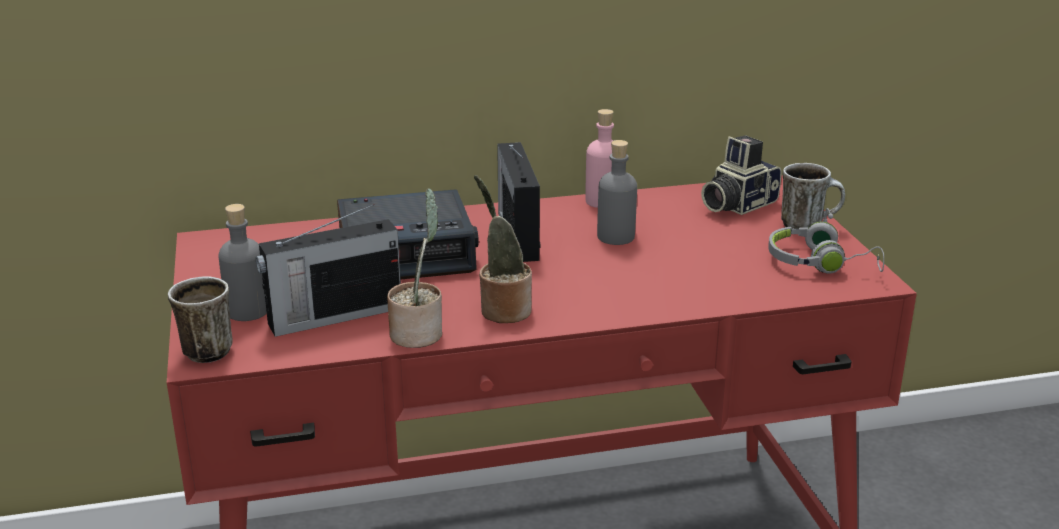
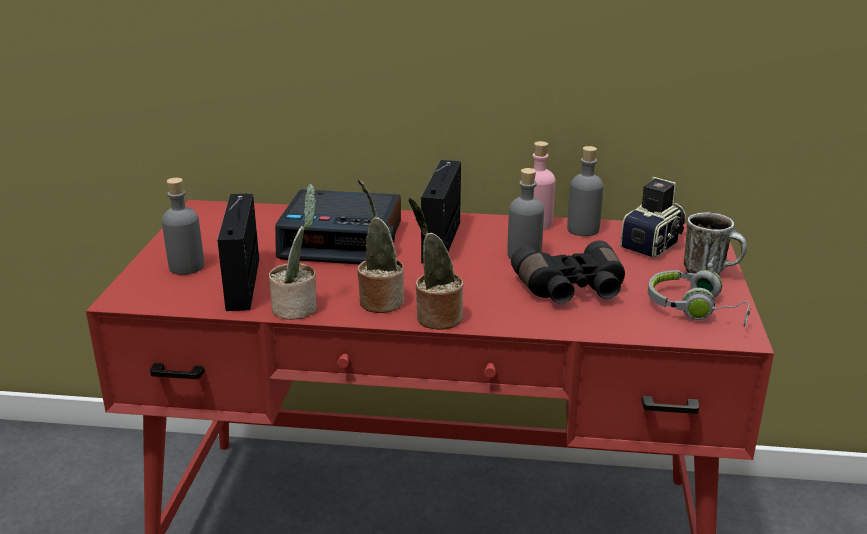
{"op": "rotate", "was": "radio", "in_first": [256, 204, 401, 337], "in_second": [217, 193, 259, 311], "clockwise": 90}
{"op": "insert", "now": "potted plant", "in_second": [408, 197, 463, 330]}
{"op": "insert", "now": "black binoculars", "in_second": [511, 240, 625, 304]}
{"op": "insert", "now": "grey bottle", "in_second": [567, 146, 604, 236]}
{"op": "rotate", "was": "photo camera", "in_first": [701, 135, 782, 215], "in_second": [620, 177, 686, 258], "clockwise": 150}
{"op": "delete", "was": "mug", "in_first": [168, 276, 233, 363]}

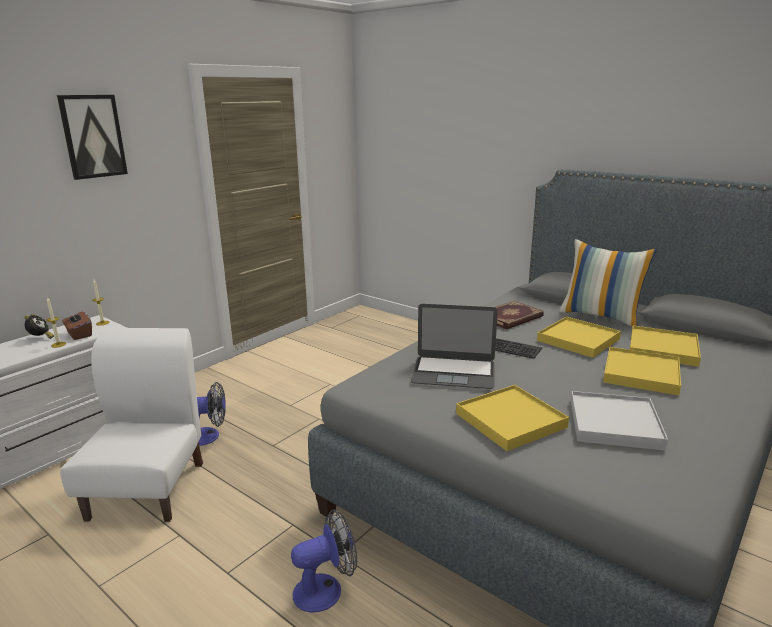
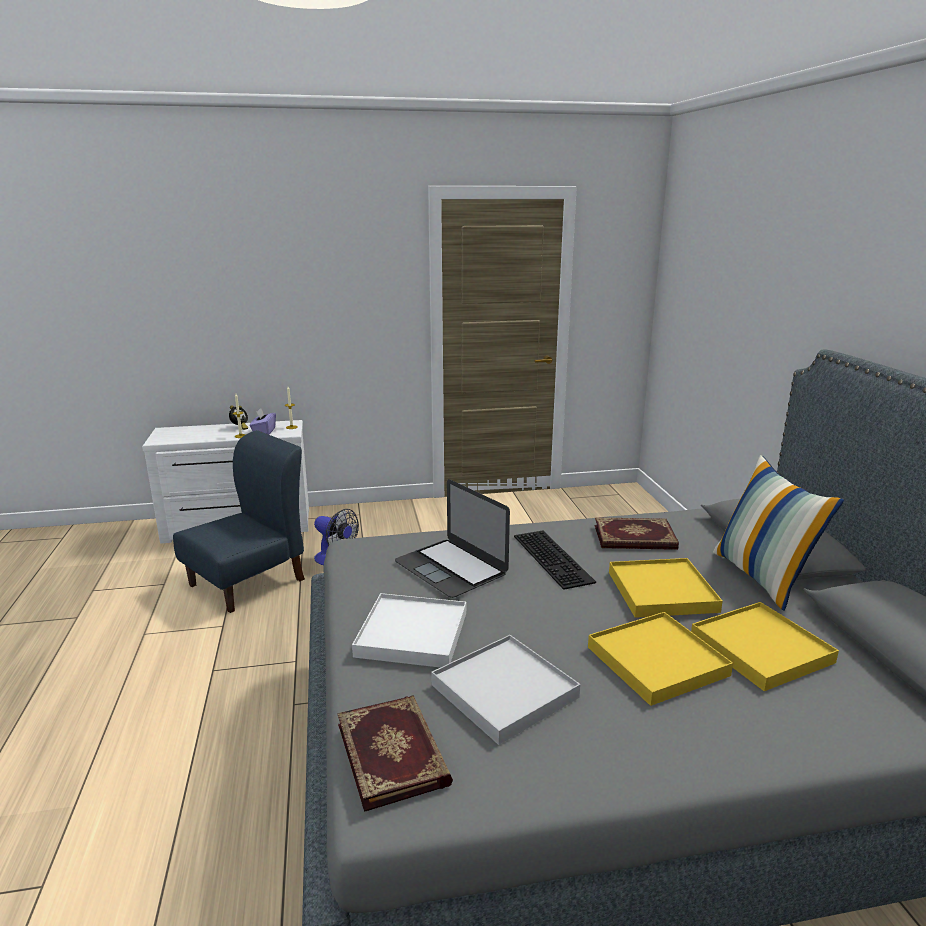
{"op": "recolor", "was": "white chair", "now": "blue chair", "in_first": [60, 328, 203, 522], "in_second": [173, 430, 305, 613]}
{"op": "recolor", "was": "brown tissue box", "now": "purple tissue box", "in_first": [62, 309, 92, 340], "in_second": [250, 408, 276, 435]}
{"op": "insert", "now": "book", "in_second": [337, 695, 453, 812]}
{"op": "recolor", "was": "yellow tray", "now": "white tray", "in_first": [456, 385, 569, 451], "in_second": [352, 593, 466, 668]}
{"op": "delete", "was": "picture", "in_first": [57, 95, 128, 180]}
{"op": "delete", "was": "fan", "in_first": [291, 510, 357, 612]}

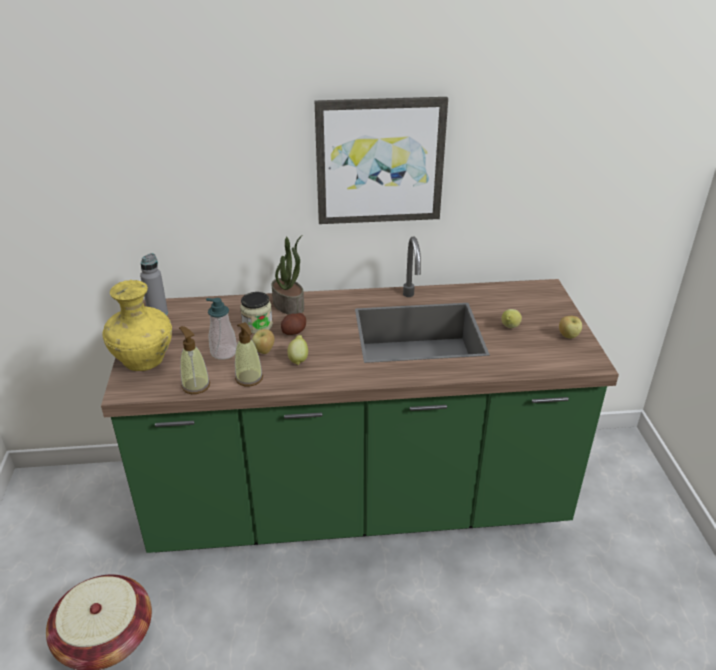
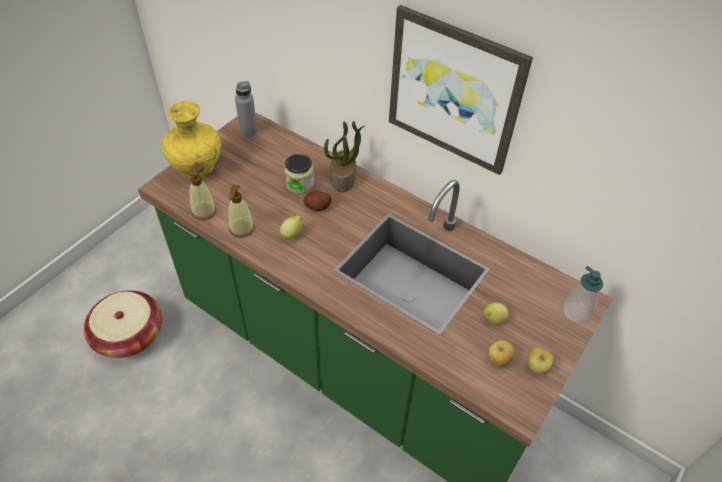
{"op": "move", "was": "apple", "in_first": [252, 329, 275, 354], "in_second": [489, 341, 515, 367]}
{"op": "move", "was": "soap dispenser", "in_first": [206, 298, 237, 360], "in_second": [563, 266, 603, 323]}

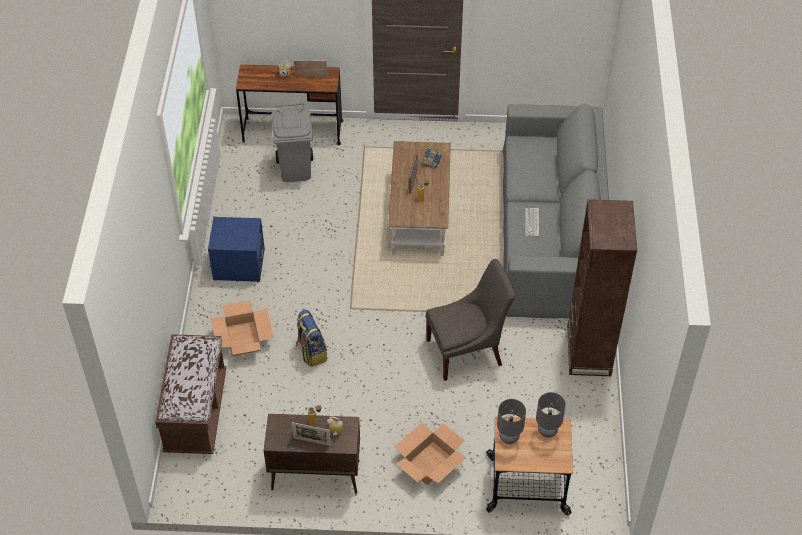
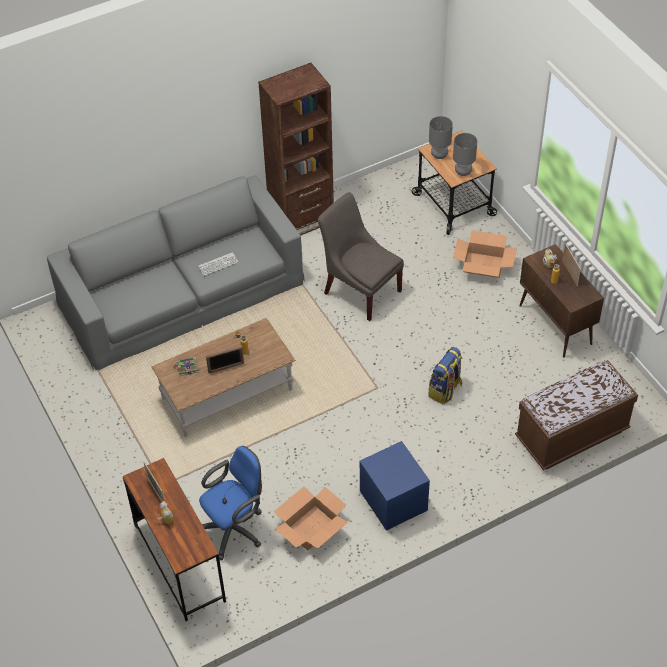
{"op": "replace", "was": "grey trash can", "now": "blue office chair", "in_first": [271, 103, 313, 182], "in_second": [199, 446, 262, 560]}
{"op": "move", "was": "cardboard box", "in_first": [210, 300, 274, 356], "in_second": [274, 487, 348, 551]}

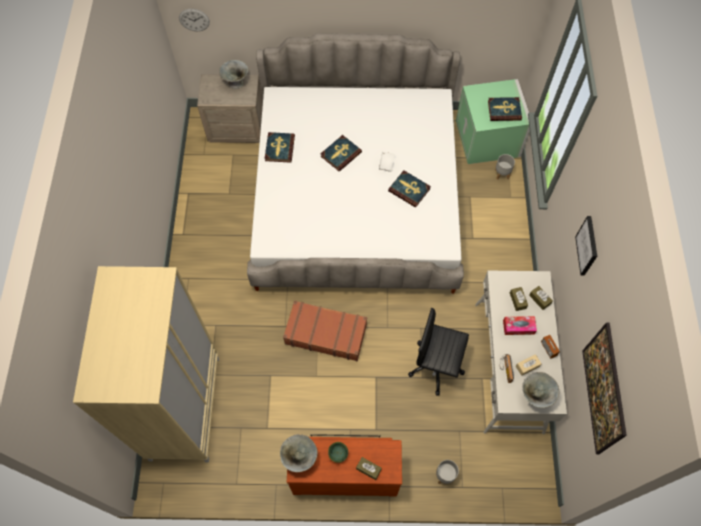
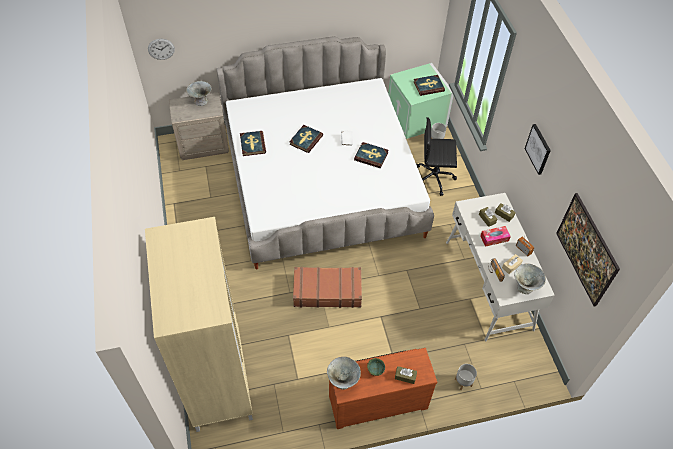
{"op": "move", "was": "black office chair", "in_first": [408, 308, 469, 396], "in_second": [416, 117, 457, 196]}

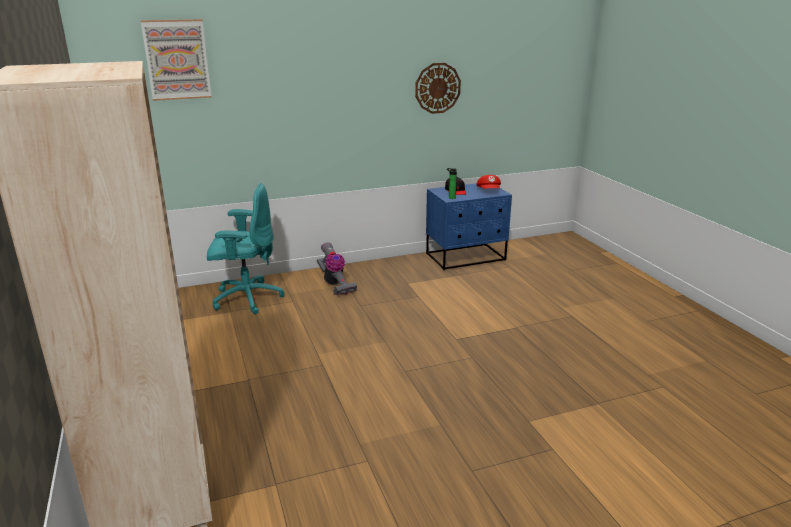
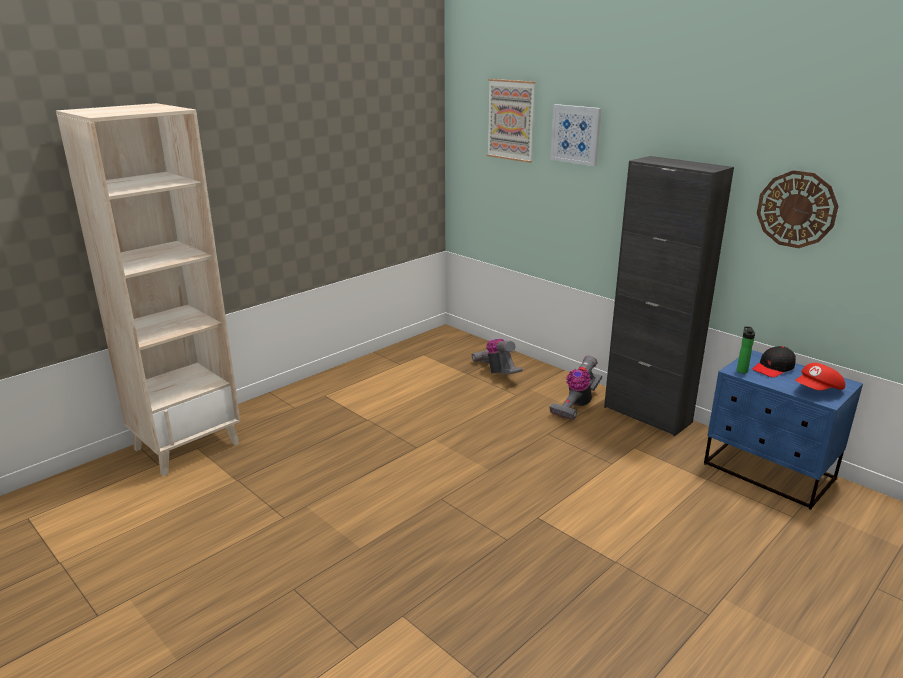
{"op": "replace", "was": "turquoise office chair", "now": "vacuum cleaner", "in_first": [207, 183, 284, 315], "in_second": [471, 339, 523, 374]}
{"op": "insert", "now": "picture", "in_second": [550, 104, 602, 166]}
{"op": "insert", "now": "black cabinet", "in_second": [604, 156, 734, 436]}

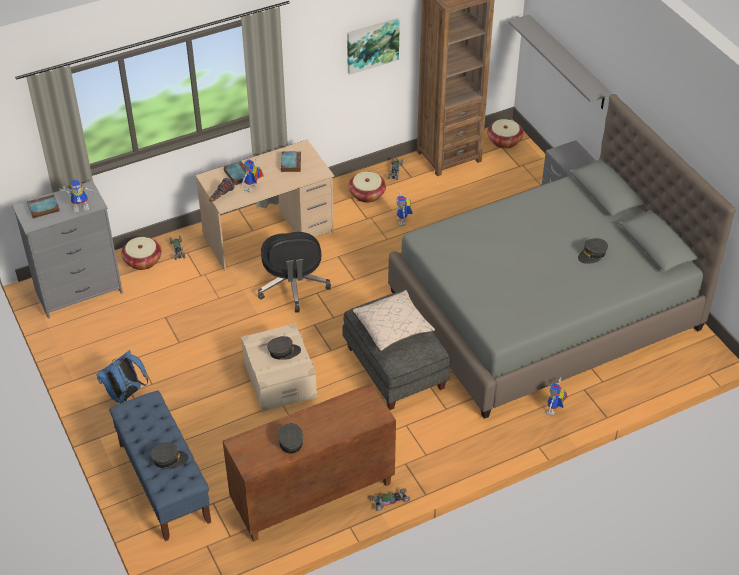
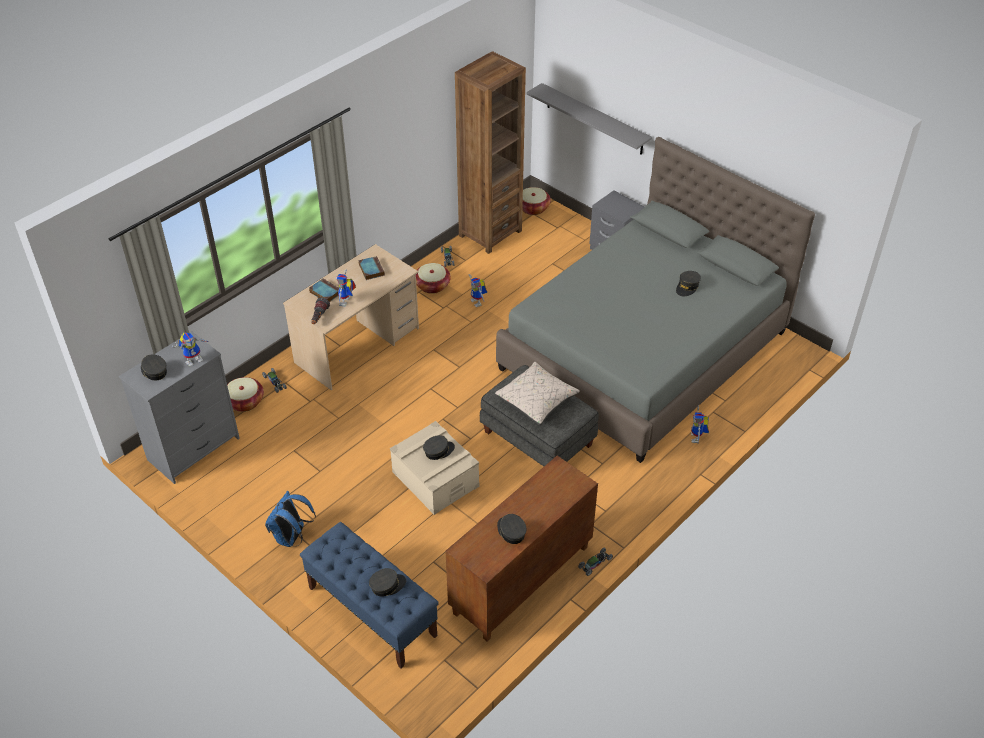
{"op": "replace", "was": "book", "now": "grey cap", "in_first": [27, 194, 60, 218], "in_second": [141, 354, 167, 380]}
{"op": "delete", "was": "black office chair", "in_first": [258, 232, 331, 312]}
{"op": "delete", "was": "picture", "in_first": [347, 18, 400, 75]}

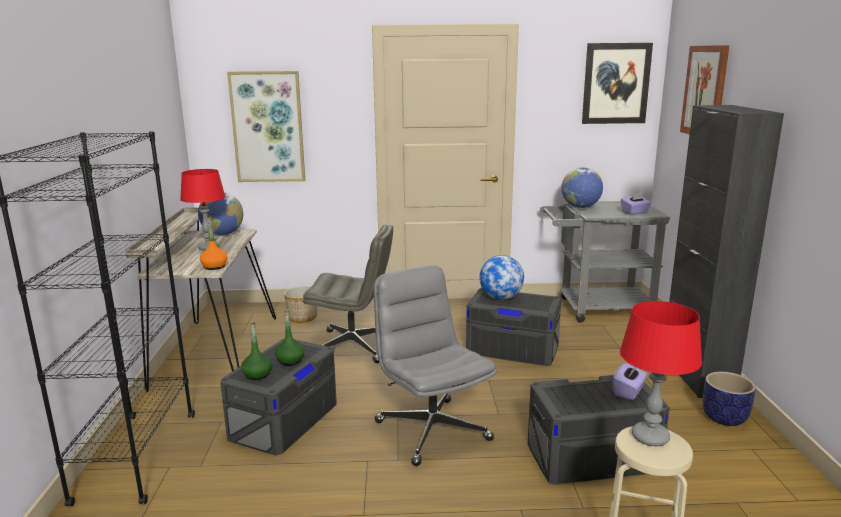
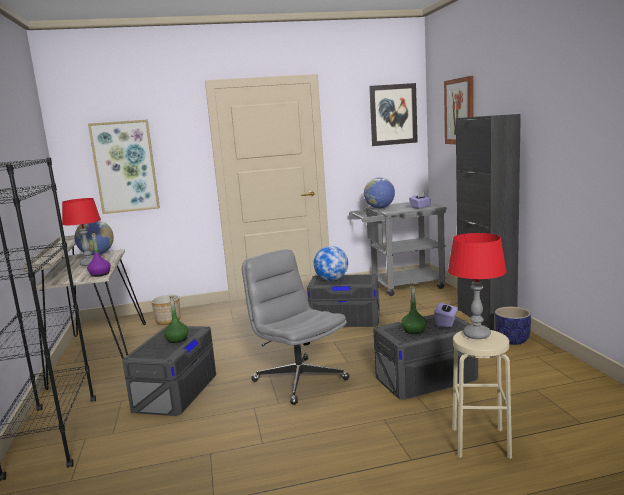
{"op": "recolor", "was": "orange bottle", "now": "purple bottle", "in_first": [200, 218, 227, 270], "in_second": [87, 233, 111, 277]}
{"op": "move", "was": "green bottle", "in_first": [241, 322, 272, 380], "in_second": [401, 286, 427, 334]}
{"op": "delete", "was": "grey office chair", "in_first": [303, 224, 393, 363]}

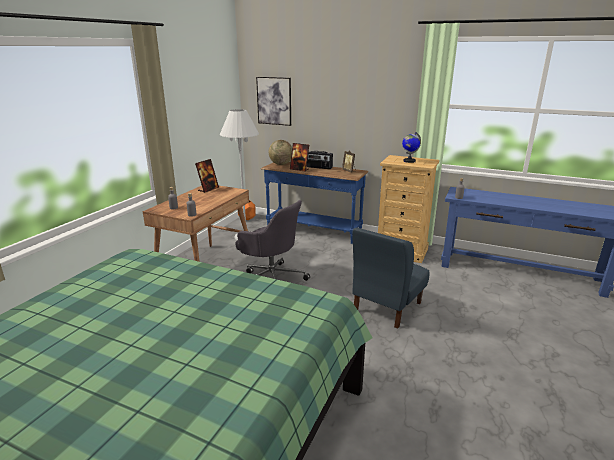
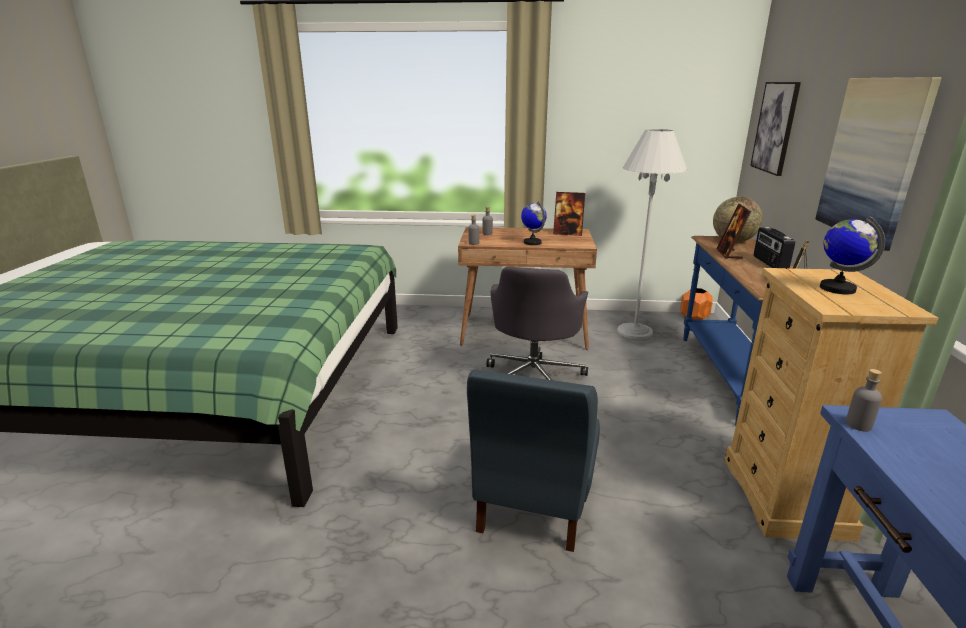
{"op": "rotate", "was": "blue chair", "in_first": [352, 228, 429, 329], "in_second": [467, 369, 600, 552], "clockwise": -90}
{"op": "insert", "now": "globe", "in_second": [521, 201, 547, 245]}
{"op": "insert", "now": "picture", "in_second": [815, 77, 941, 251]}

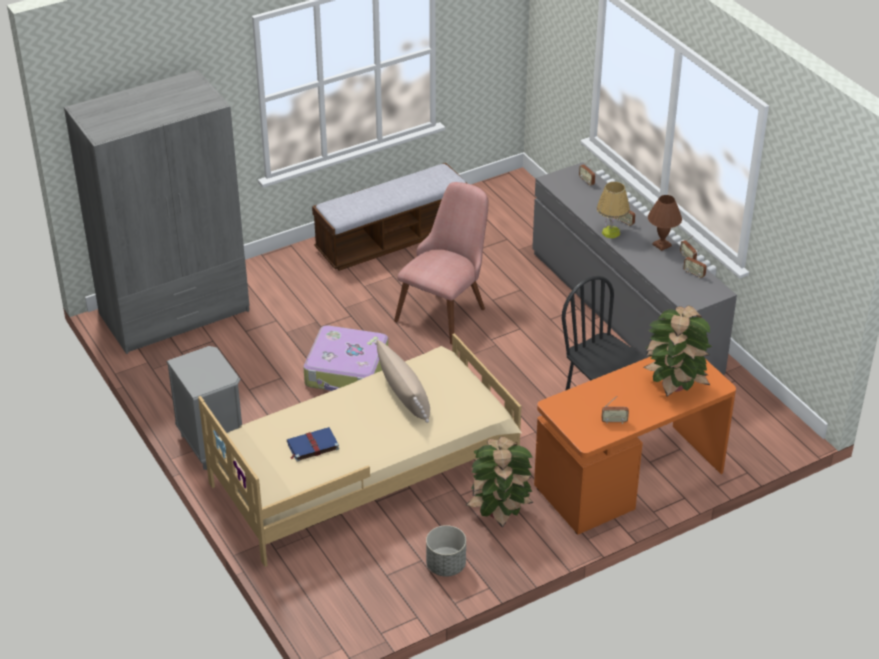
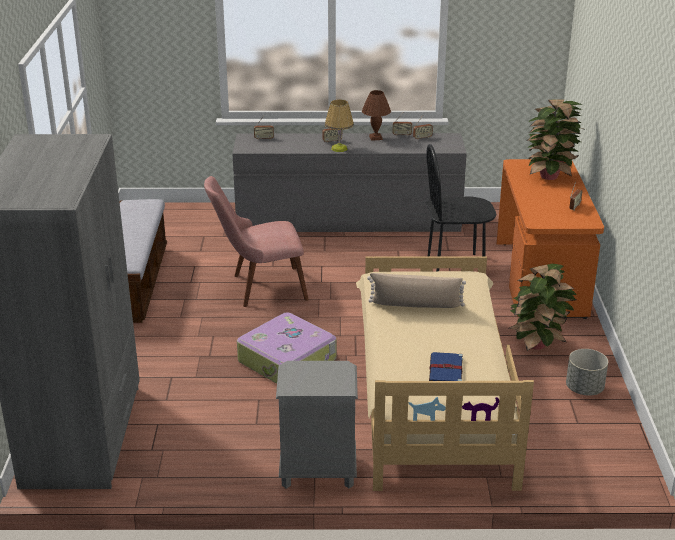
{"op": "rotate", "was": "pink chair", "in_first": [394, 182, 488, 345], "in_second": [204, 176, 309, 307], "clockwise": -75}

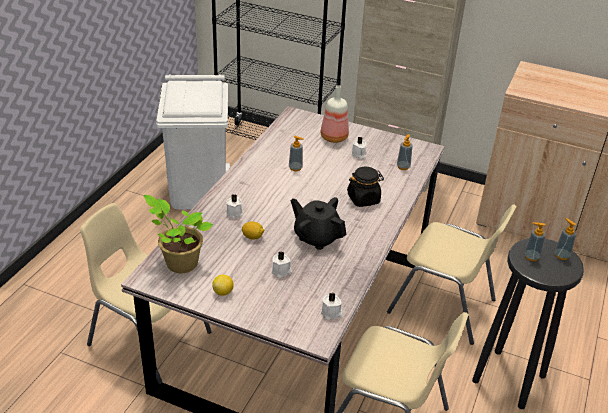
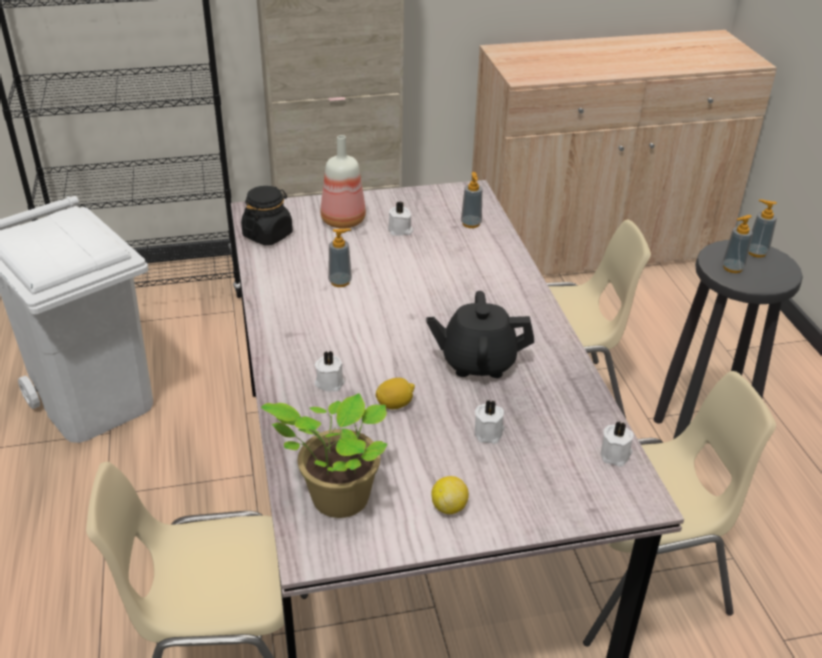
{"op": "move", "was": "black jar", "in_first": [347, 166, 384, 207], "in_second": [241, 186, 293, 246]}

